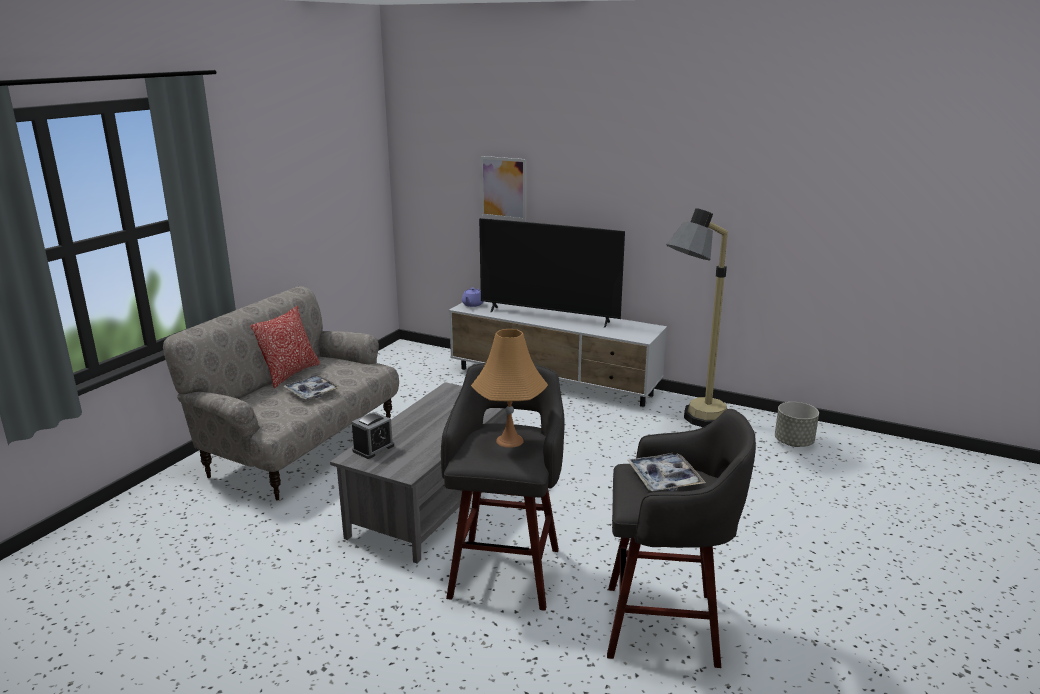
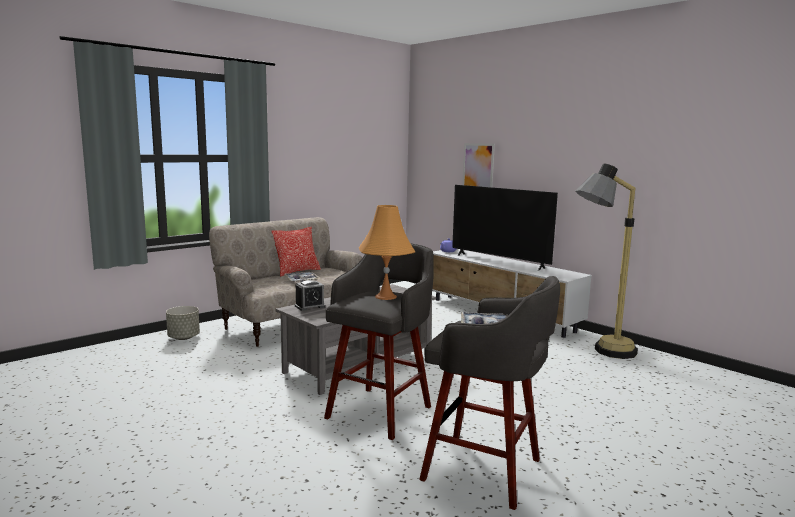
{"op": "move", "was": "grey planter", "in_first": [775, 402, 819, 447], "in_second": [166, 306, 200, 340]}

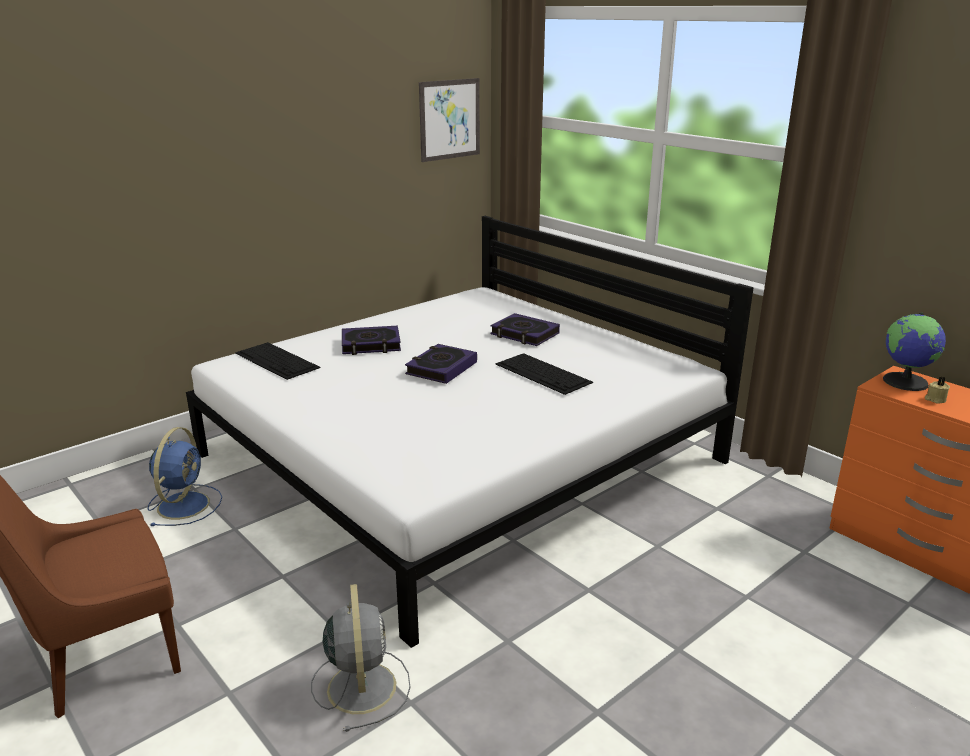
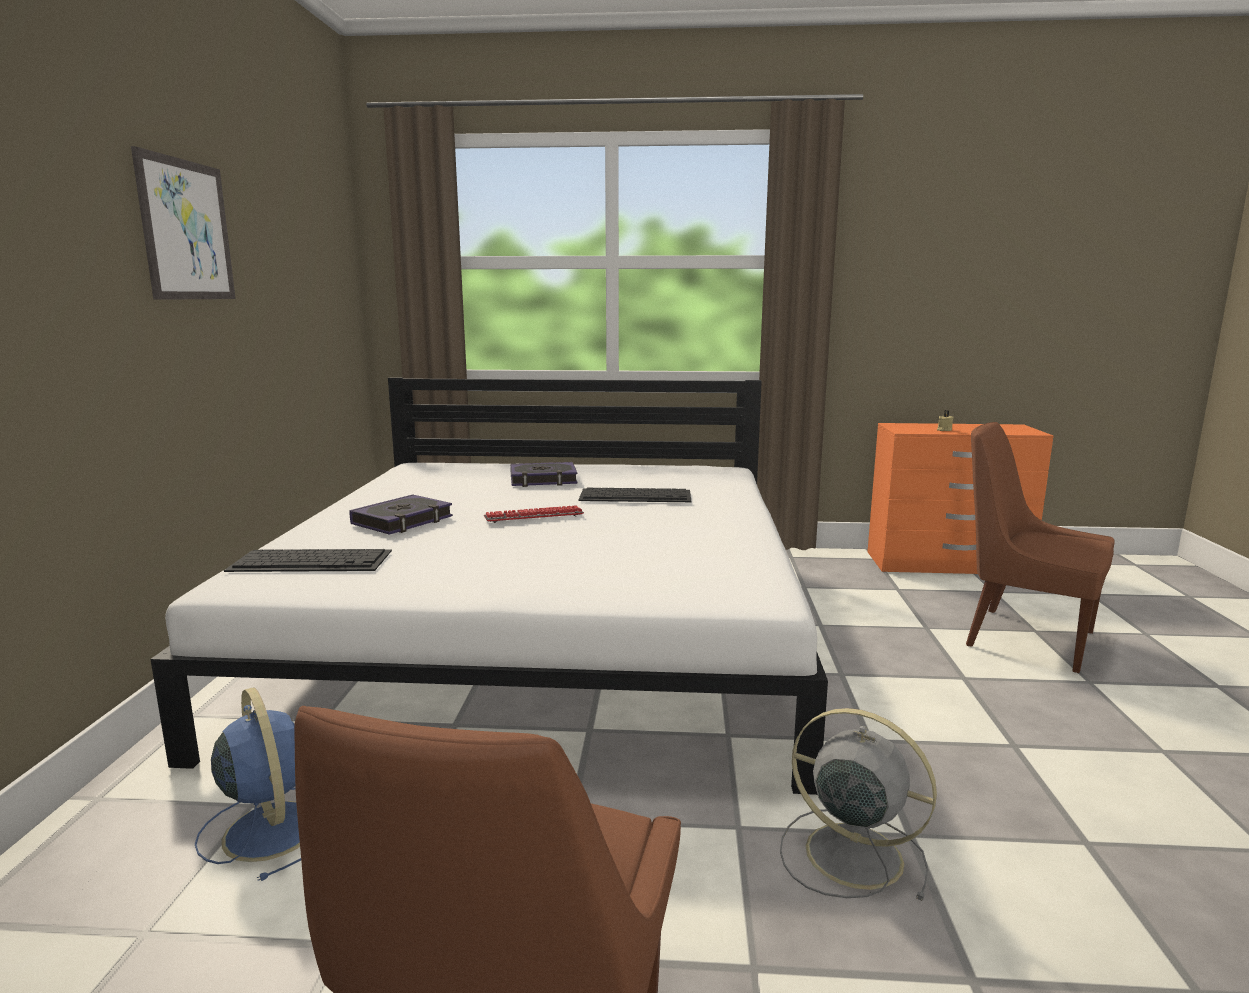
{"op": "move", "was": "picture", "in_first": [419, 78, 480, 162], "in_second": [131, 146, 236, 300]}
{"op": "replace", "was": "book", "now": "keyboard", "in_first": [405, 344, 477, 384], "in_second": [484, 505, 584, 523]}
{"op": "insert", "now": "brown chair", "in_second": [966, 422, 1115, 673]}
{"op": "delete", "was": "globe", "in_first": [883, 312, 946, 391]}

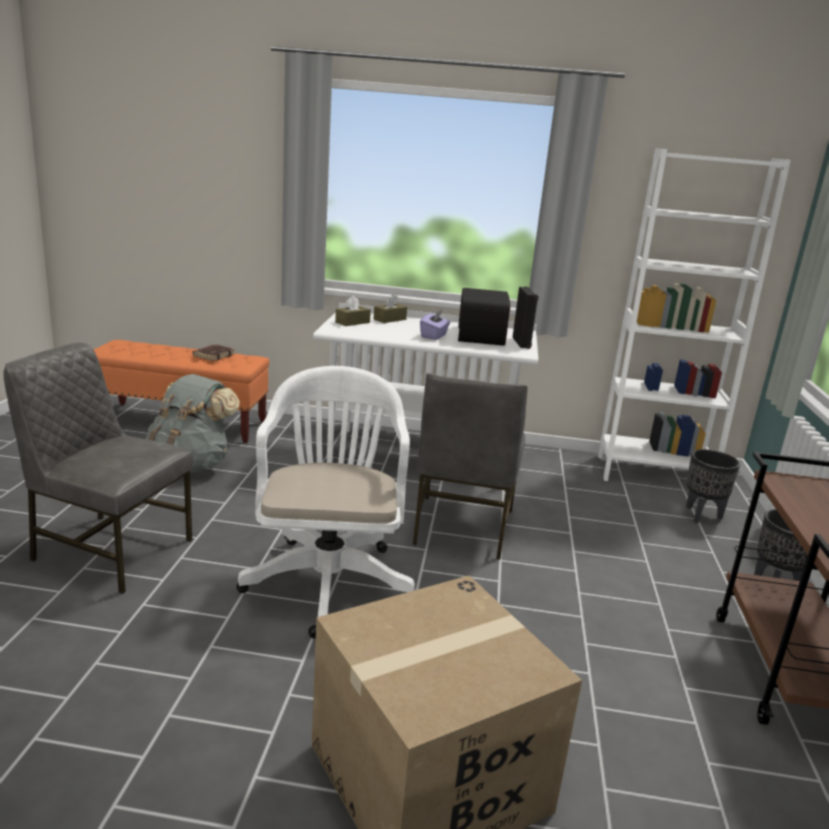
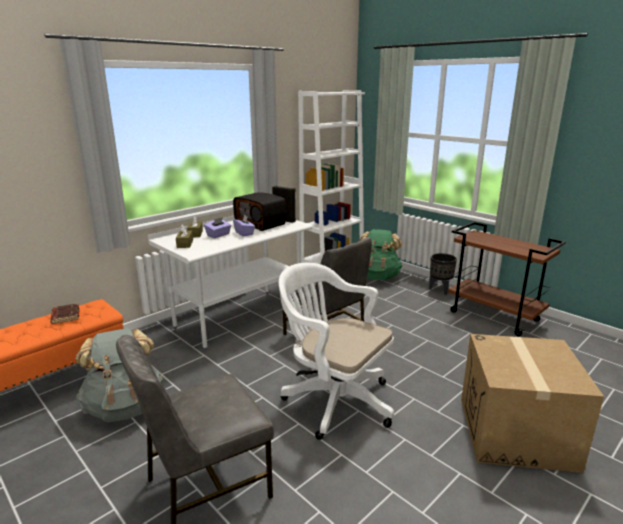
{"op": "insert", "now": "purple tissue box", "in_second": [204, 217, 231, 238]}
{"op": "replace", "was": "black planter", "now": "green backpack", "in_first": [686, 449, 740, 524], "in_second": [359, 229, 402, 280]}

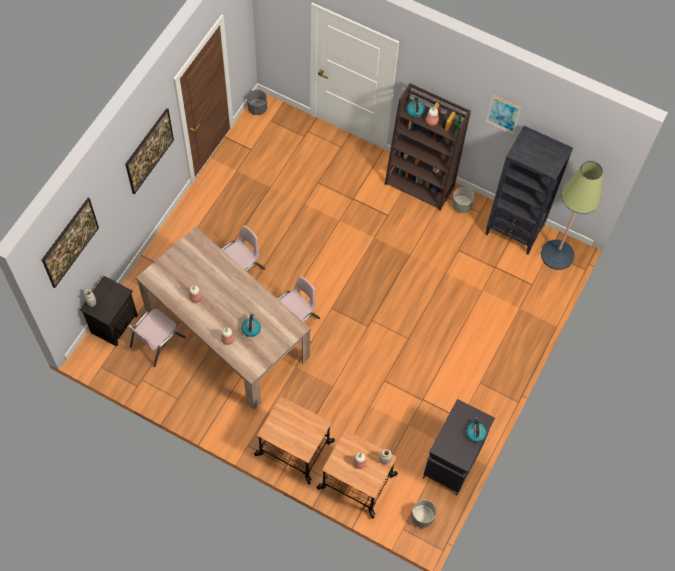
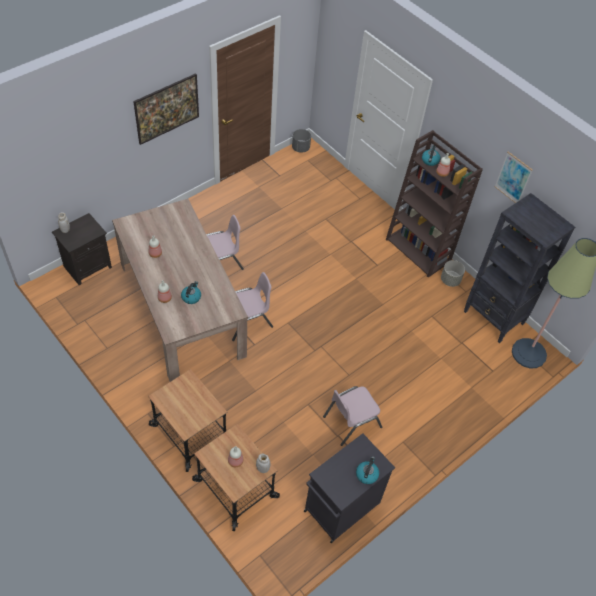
{"op": "move", "was": "pink chair", "in_first": [128, 309, 186, 367], "in_second": [323, 386, 382, 446]}
{"op": "delete", "was": "picture", "in_first": [42, 198, 99, 288]}
{"op": "delete", "was": "grey planter", "in_first": [411, 500, 436, 528]}

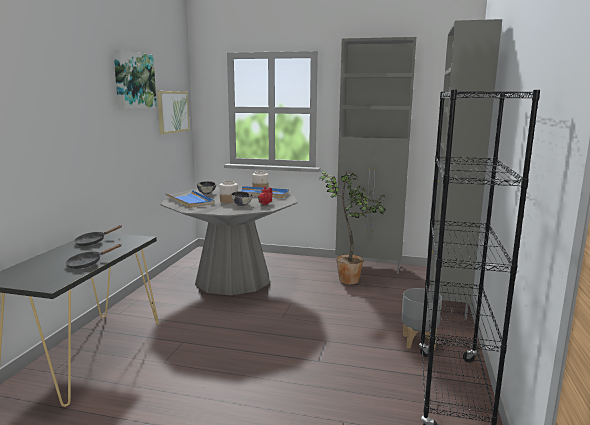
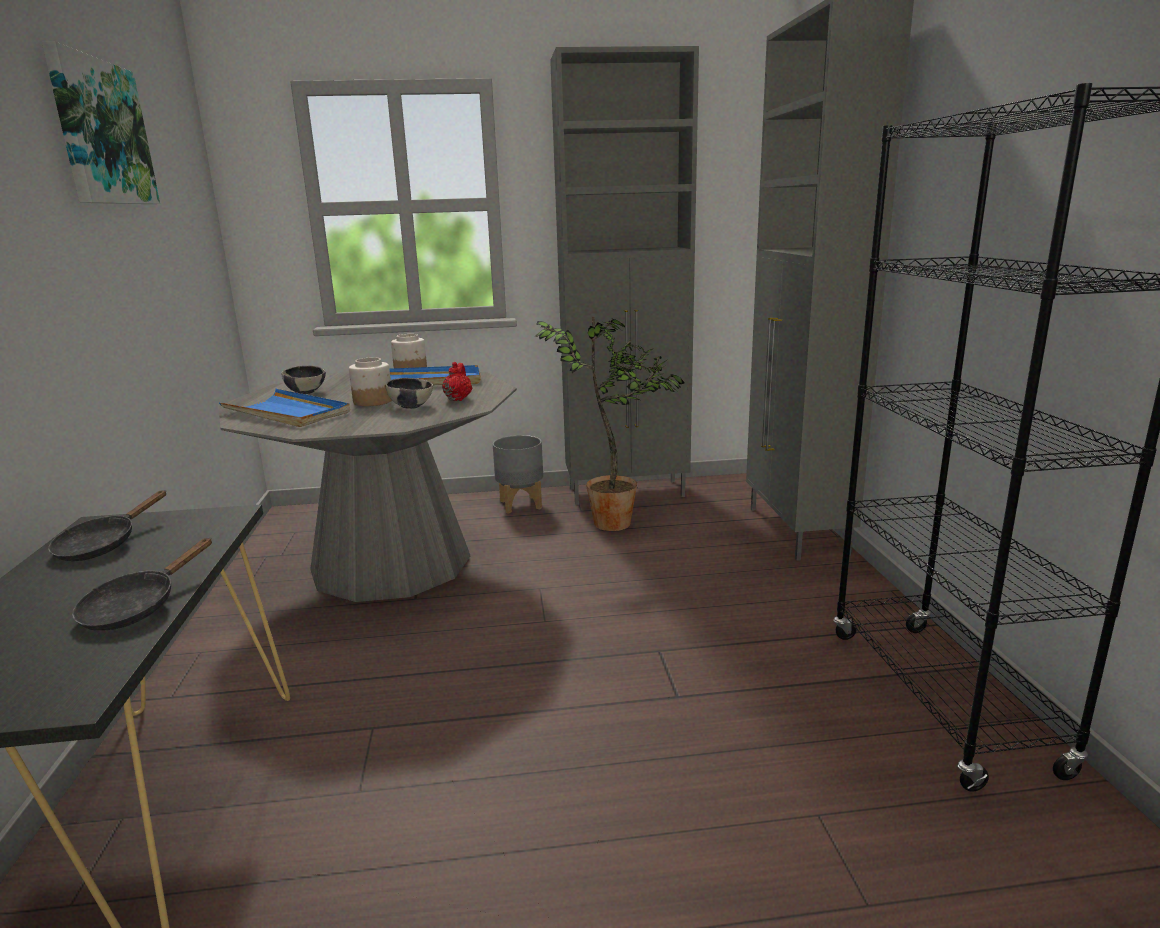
{"op": "move", "was": "grey planter", "in_first": [401, 288, 442, 350], "in_second": [493, 435, 543, 514]}
{"op": "delete", "was": "picture", "in_first": [157, 91, 190, 135]}

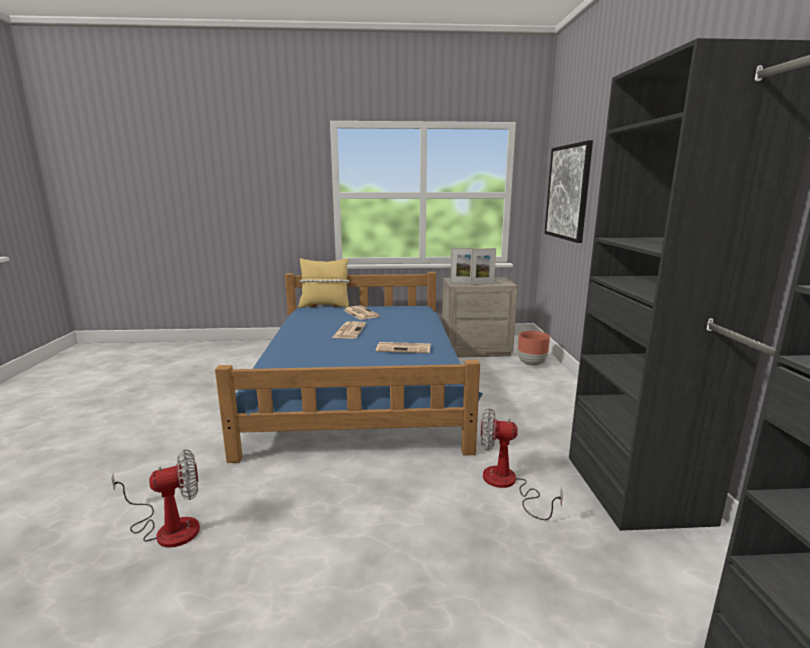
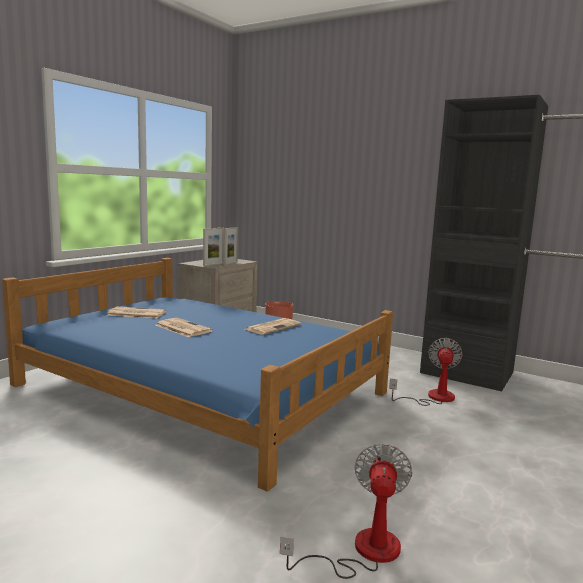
{"op": "rotate", "was": "fan", "in_first": [481, 408, 563, 520], "in_second": [389, 338, 463, 406], "clockwise": 150}
{"op": "delete", "was": "yellow pillow", "in_first": [298, 258, 349, 308]}
{"op": "delete", "was": "picture", "in_first": [545, 140, 593, 243]}

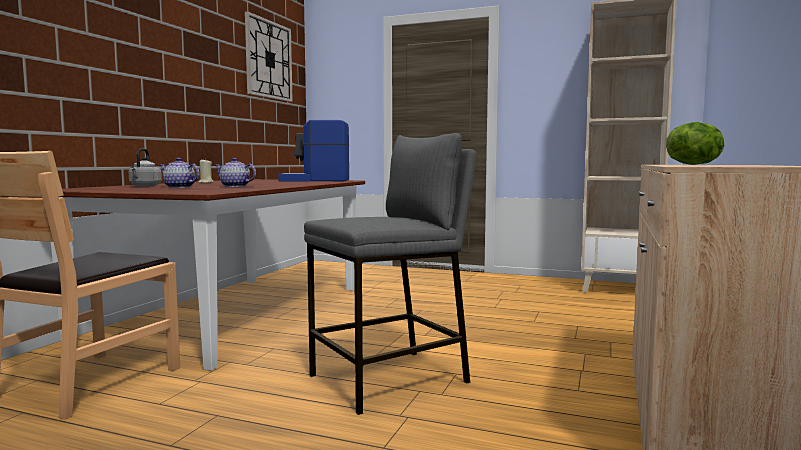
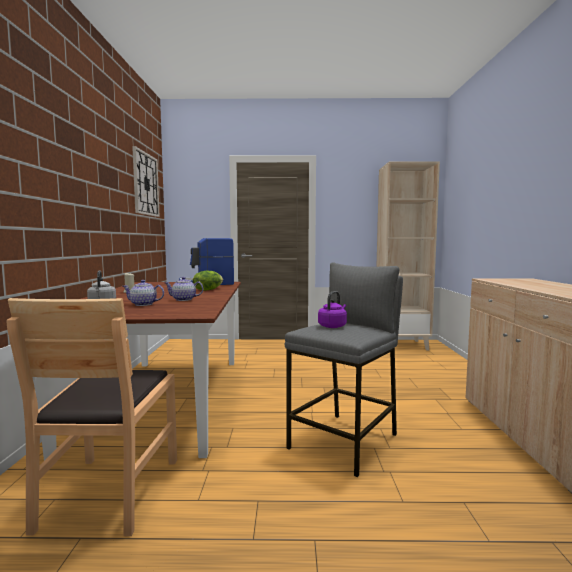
{"op": "move", "was": "lettuce", "in_first": [666, 122, 725, 165], "in_second": [193, 270, 223, 291]}
{"op": "insert", "now": "purple kettle", "in_second": [318, 291, 347, 328]}

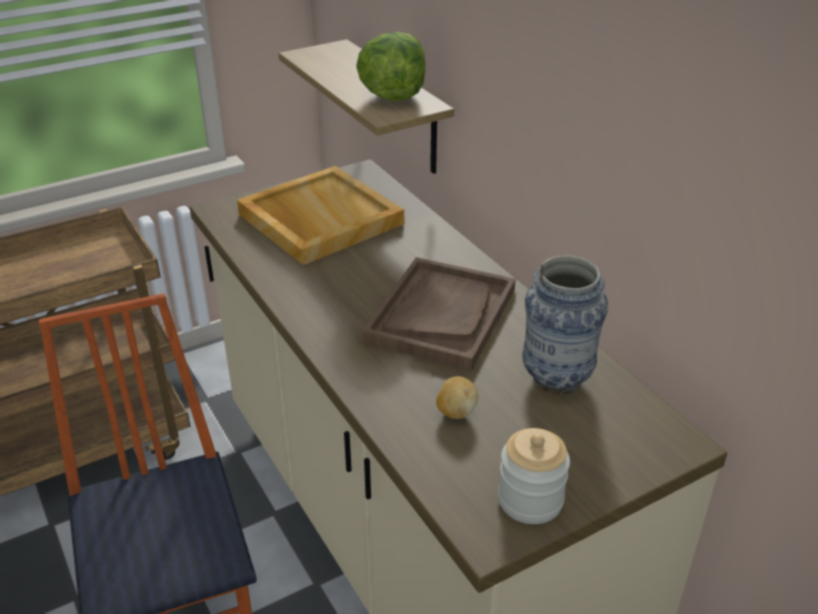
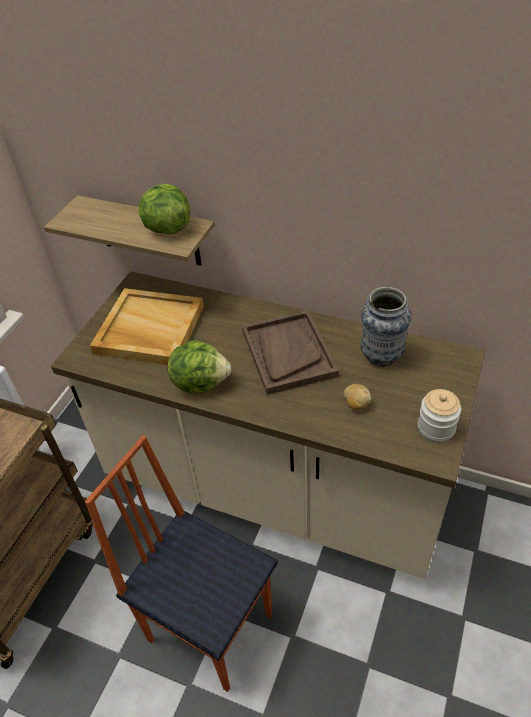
{"op": "insert", "now": "lettuce", "in_second": [167, 340, 231, 393]}

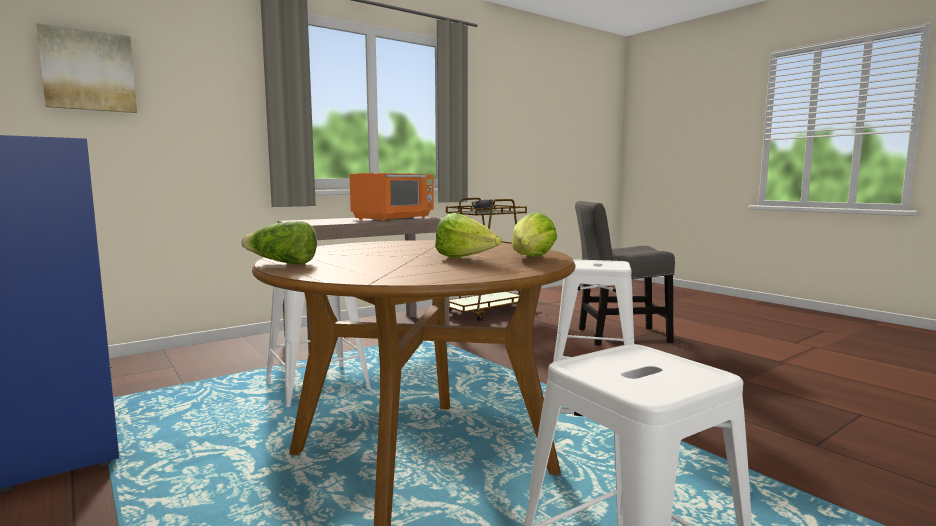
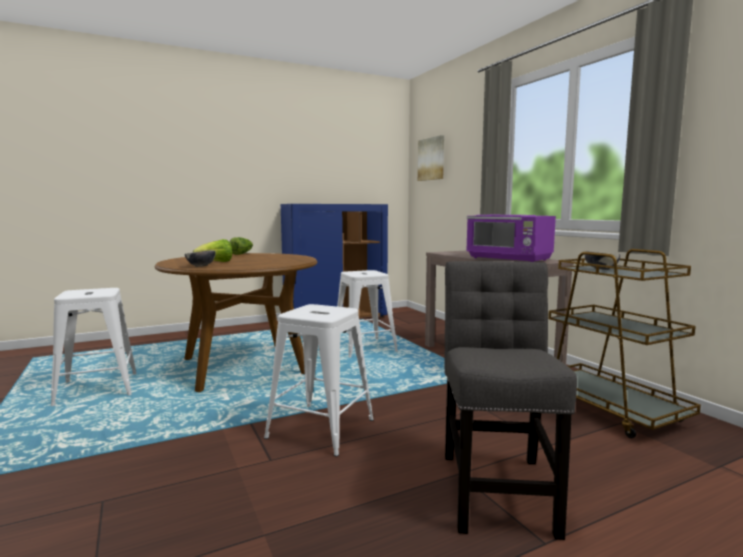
{"op": "replace", "was": "lettuce", "now": "bowl", "in_first": [512, 212, 557, 257], "in_second": [185, 250, 215, 267]}
{"op": "recolor", "was": "orange microwave", "now": "purple microwave", "in_first": [349, 173, 434, 221], "in_second": [466, 215, 556, 262]}

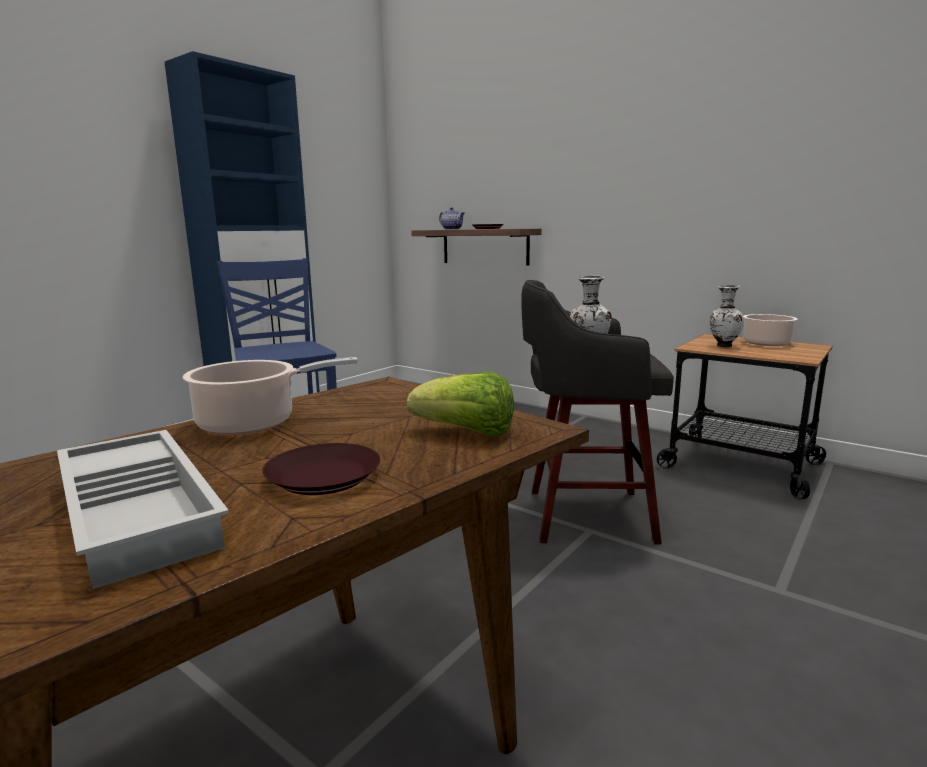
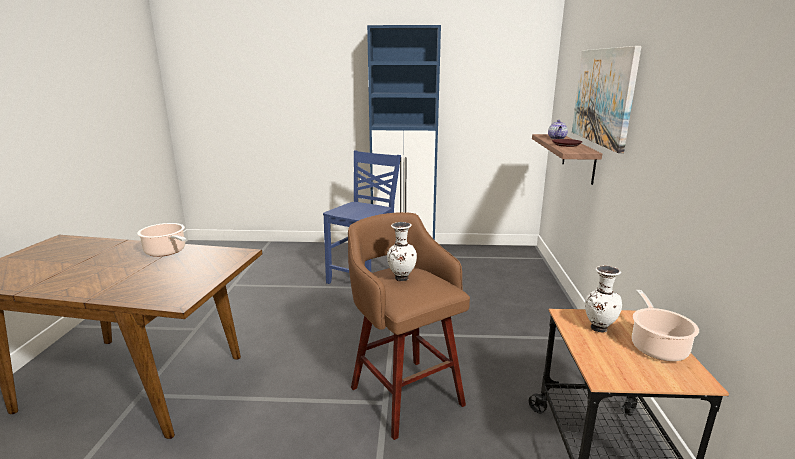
{"op": "recolor", "was": "grey stool", "now": "brown stool", "in_first": [521, 280, 674, 544], "in_second": [348, 212, 470, 440]}
{"op": "insert", "now": "picture", "in_second": [572, 46, 641, 153]}
{"op": "delete", "was": "white tray", "in_first": [57, 430, 229, 589]}
{"op": "delete", "was": "brown plate", "in_first": [262, 443, 381, 495]}
{"op": "delete", "was": "lettuce", "in_first": [407, 372, 514, 436]}

